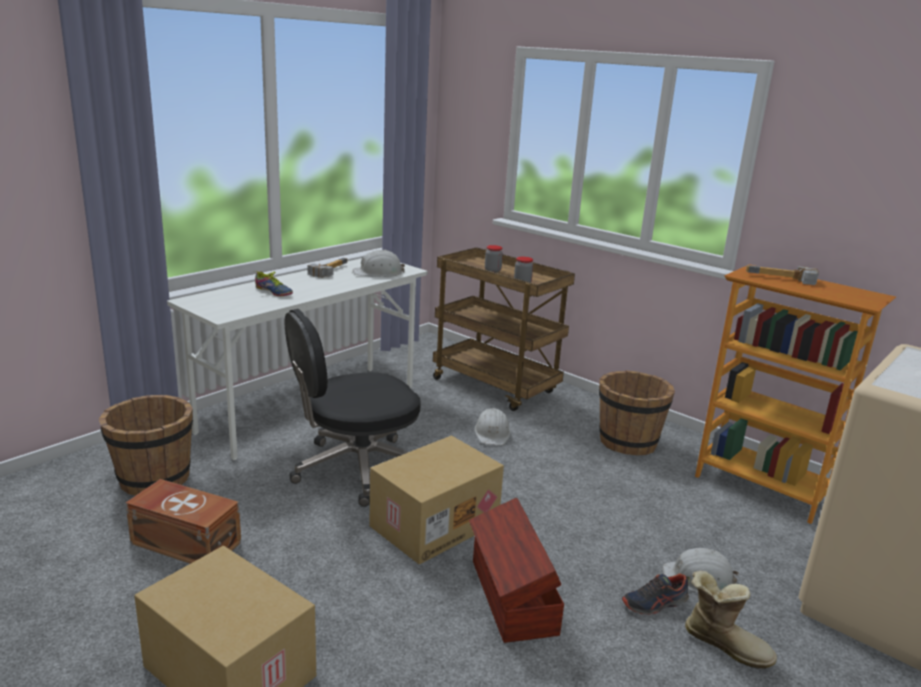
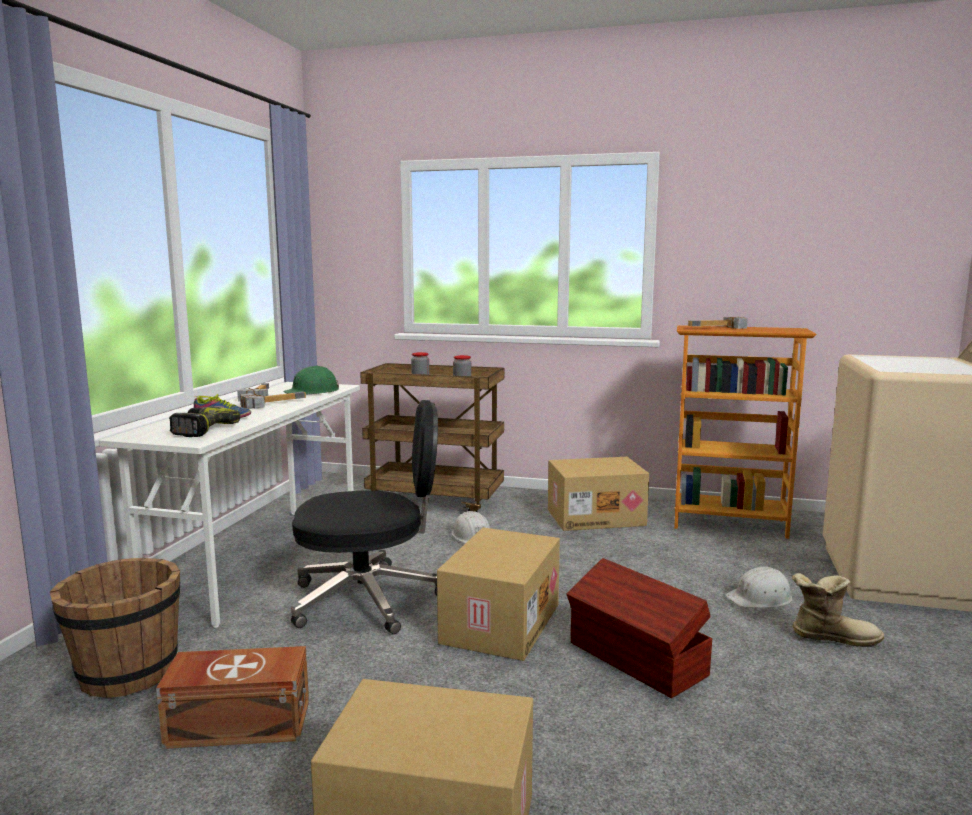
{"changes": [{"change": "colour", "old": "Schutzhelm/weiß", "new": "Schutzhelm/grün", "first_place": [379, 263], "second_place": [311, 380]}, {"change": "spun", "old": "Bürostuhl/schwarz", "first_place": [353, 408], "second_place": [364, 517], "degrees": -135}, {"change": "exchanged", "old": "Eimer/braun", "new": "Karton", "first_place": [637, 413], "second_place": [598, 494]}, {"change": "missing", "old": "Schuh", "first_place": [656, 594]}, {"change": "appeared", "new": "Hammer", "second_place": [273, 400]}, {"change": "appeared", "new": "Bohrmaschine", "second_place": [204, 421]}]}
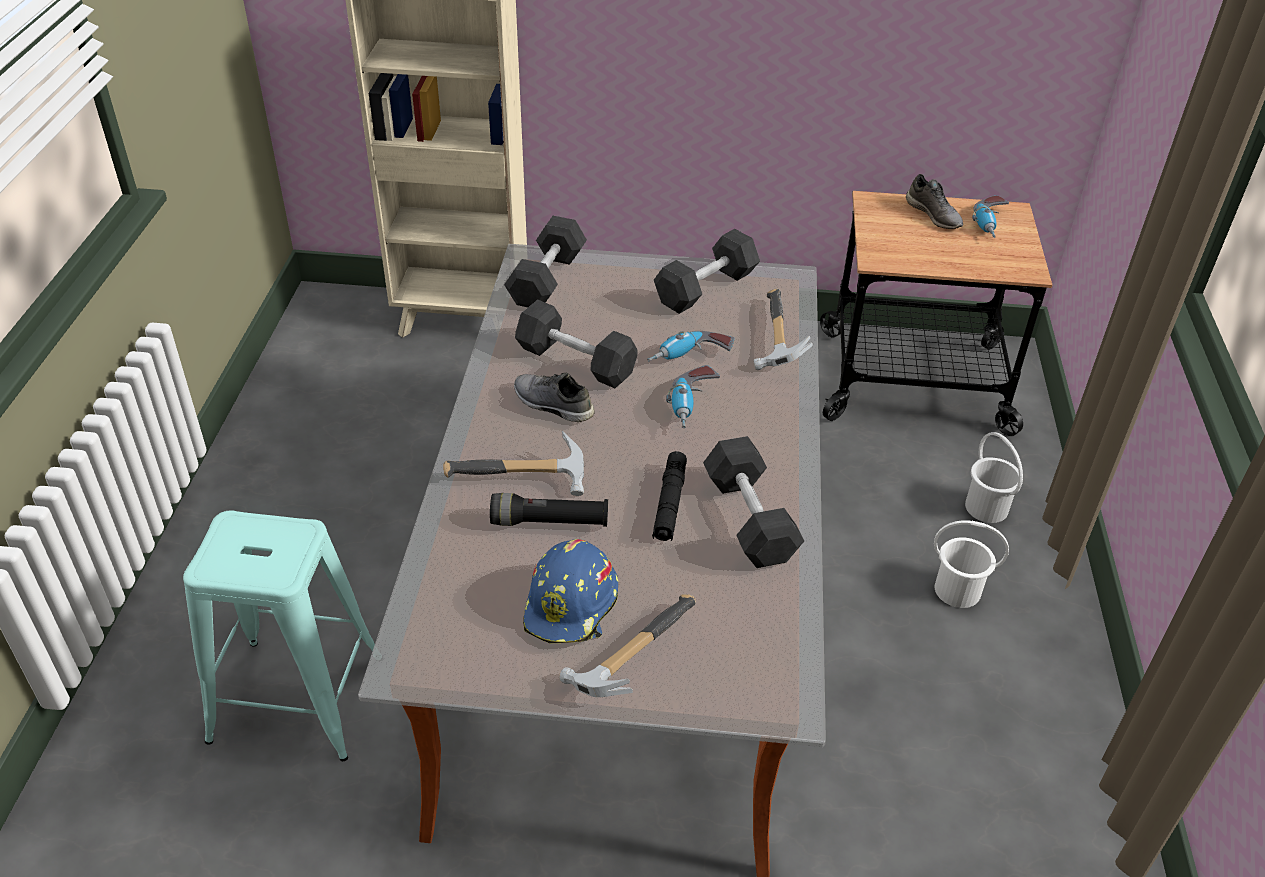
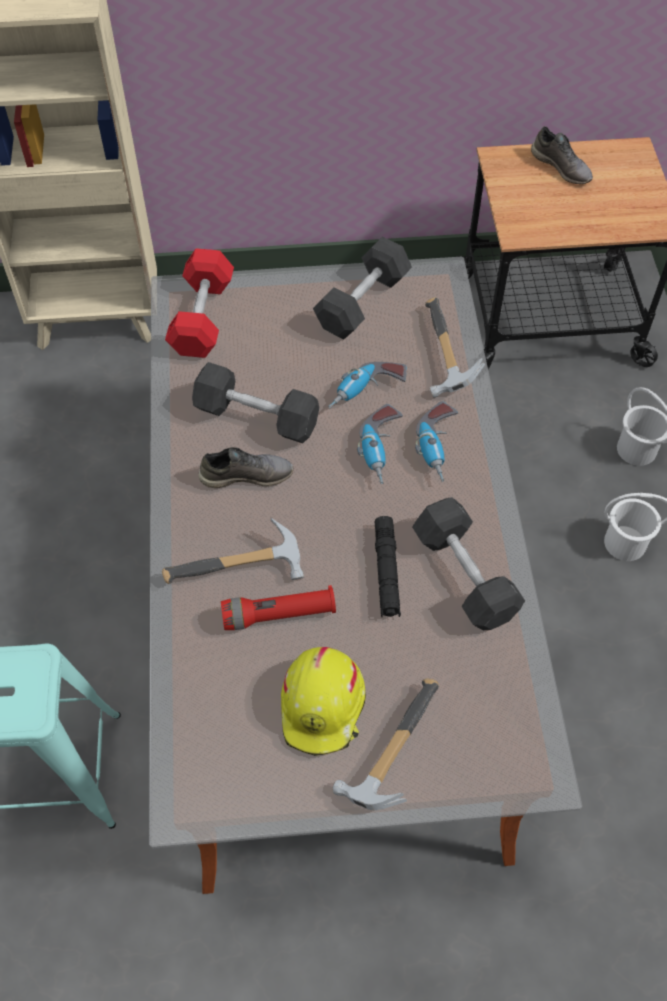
{"changes": [{"change": "relocated", "old": "Bohrmaschine", "first_place": [990, 216], "second_place": [436, 441]}, {"change": "colour", "old": "Hantel/grau", "new": "Hantel/rot", "first_place": [545, 261], "second_place": [199, 303]}, {"change": "spun", "old": "Schuh/grau", "first_place": [554, 397], "second_place": [245, 467], "degrees": 150}, {"change": "colour", "old": "Taschenlampe/schwarz", "new": "Taschenlampe/rot", "first_place": [549, 510], "second_place": [278, 607]}, {"change": "colour", "old": "Schutzhelm/blau", "new": "Schutzhelm/gelb", "first_place": [570, 591], "second_place": [323, 701]}]}
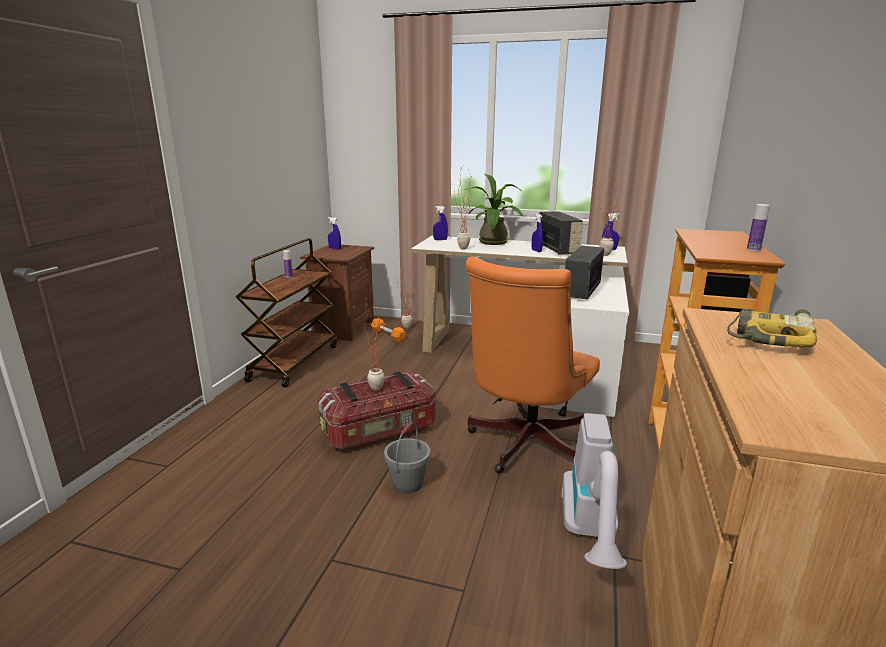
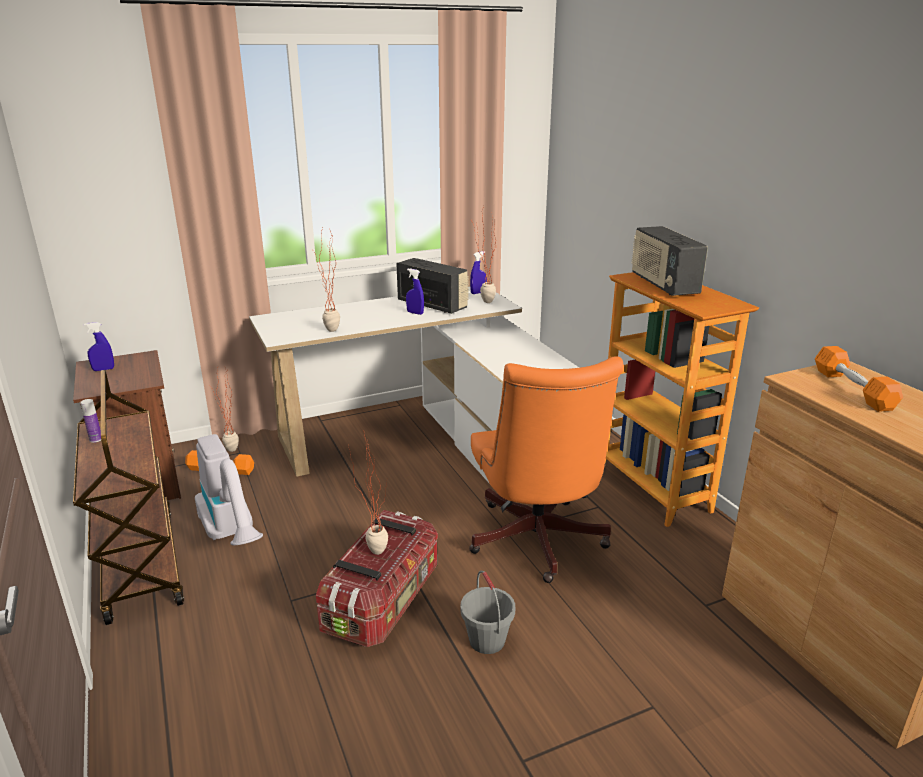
{"changes": [{"change": "missing", "old": "Topfpflanze", "first_place": [494, 209]}, {"change": "missing", "old": "Flasche", "first_place": [758, 227]}, {"change": "missing", "old": "Sprühflasche/blau", "first_place": [440, 223]}, {"change": "relocated", "old": "Radio", "first_place": [584, 273], "second_place": [669, 261]}, {"change": "exchanged", "old": "Bohrmaschine", "new": "Hantel/orange", "first_place": [772, 328], "second_place": [859, 379]}, {"change": "relocated", "old": "Staubsauger", "first_place": [594, 491], "second_place": [229, 489]}]}
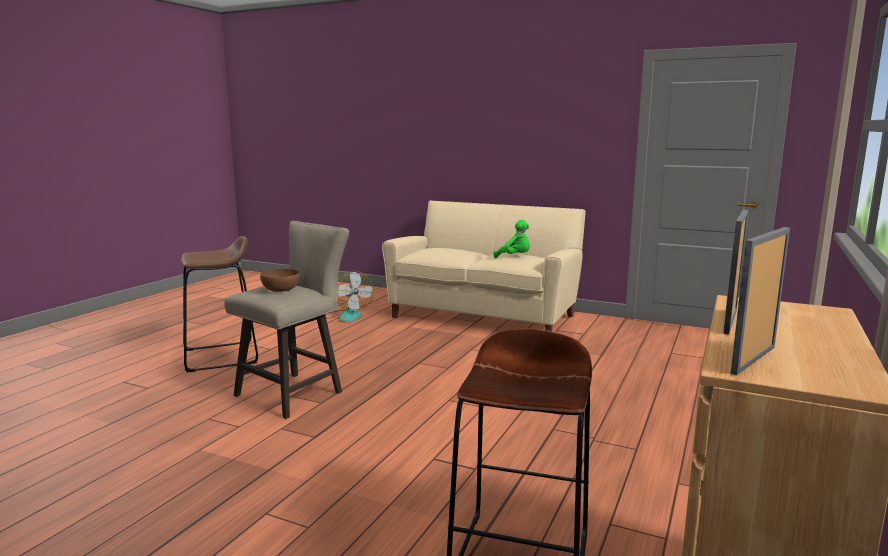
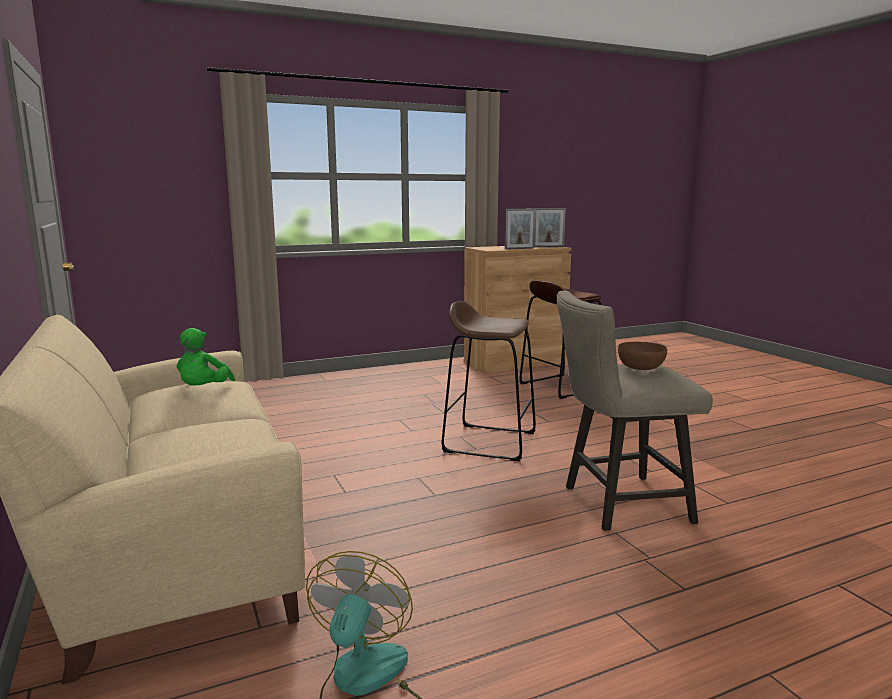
{"changes": [{"change": "spun", "old": "Plüschtier/grün", "first_place": [512, 239], "second_place": [206, 357], "degrees": -150}, {"change": "relocated", "old": "Hocker/braun", "first_place": [219, 304], "second_place": [489, 381]}]}
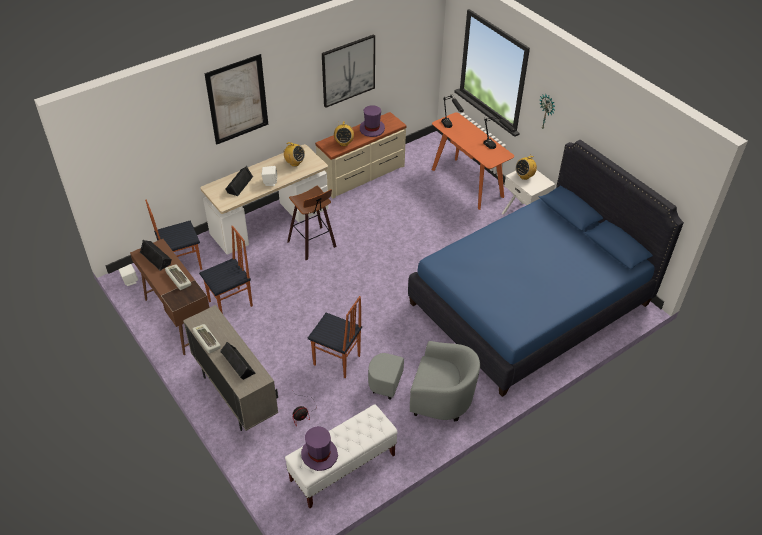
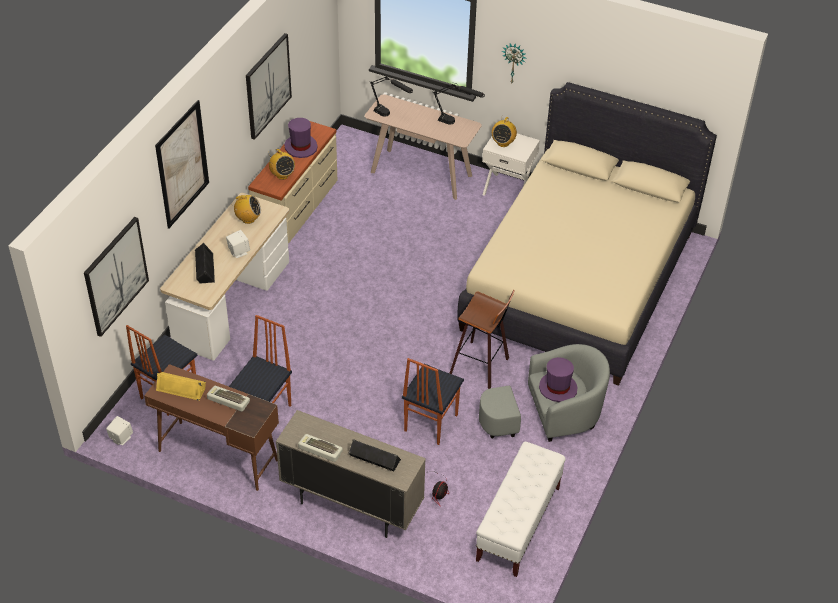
{"changes": [{"change": "colour", "old": "Konsolentisch/orange", "new": "Konsolentisch/beige", "first_place": [473, 161], "second_place": [423, 147]}, {"change": "colour", "old": "Bett/blau", "new": "Bett/beige", "first_place": [546, 268], "second_place": [587, 234]}, {"change": "relocated", "old": "Hocker", "first_place": [312, 222], "second_place": [482, 339]}, {"change": "colour", "old": "Lautsprecher/schwarz", "new": "Lautsprecher/gelb", "first_place": [156, 255], "second_place": [181, 386]}, {"change": "spun", "old": "Stuhl", "first_place": [335, 337], "second_place": [433, 401], "degrees": 120}, {"change": "relocated", "old": "Hut/lila", "first_place": [319, 448], "second_place": [558, 379]}, {"change": "appeared", "new": "Bild", "second_place": [116, 277]}]}
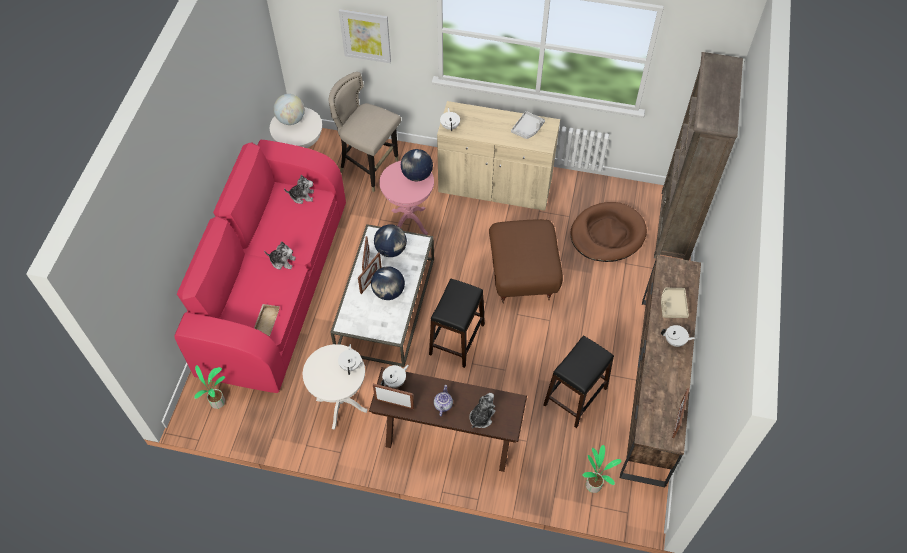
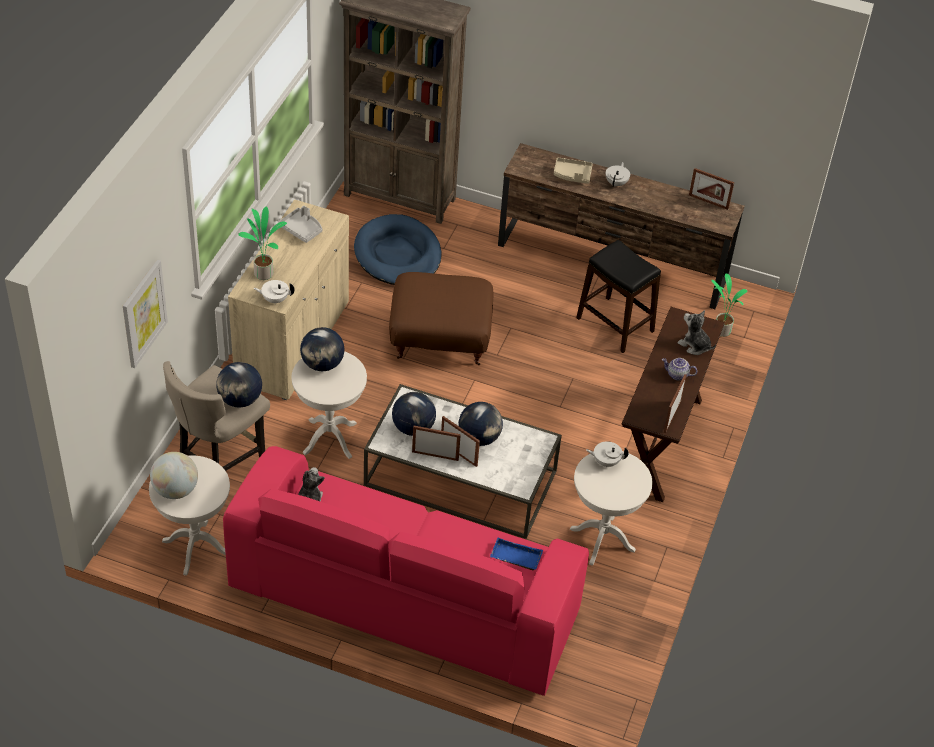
{"changes": [{"change": "colour", "old": "Beistelltisch/rosa", "new": "Beistelltisch/weiß", "first_place": [406, 198], "second_place": [329, 405]}, {"change": "colour", "old": "Hundebett/braun", "new": "Hundebett/blau", "first_place": [608, 232], "second_place": [398, 249]}, {"change": "missing", "old": "Plüschtier", "first_place": [280, 255]}, {"change": "missing", "old": "Hocker/schwarz", "first_place": [457, 323]}, {"change": "colour", "old": "Tablett/beige", "new": "Tablett/blau", "first_place": [267, 320], "second_place": [516, 554]}, {"change": "relocated", "old": "Topfpflanze", "first_place": [209, 387], "second_place": [262, 243]}, {"change": "missing", "old": "Teekanne/weiß", "first_place": [395, 376]}, {"change": "appeared", "new": "Globus", "second_place": [239, 385]}]}
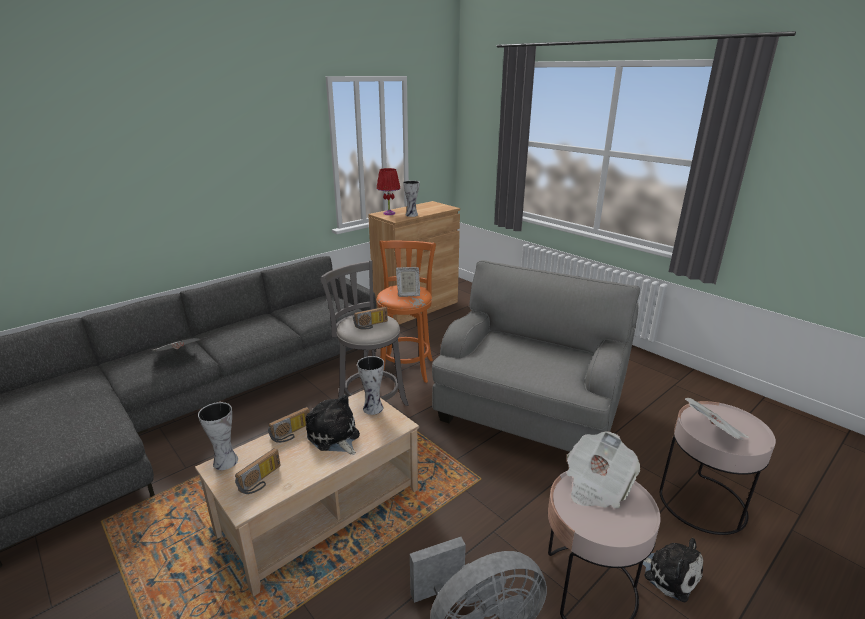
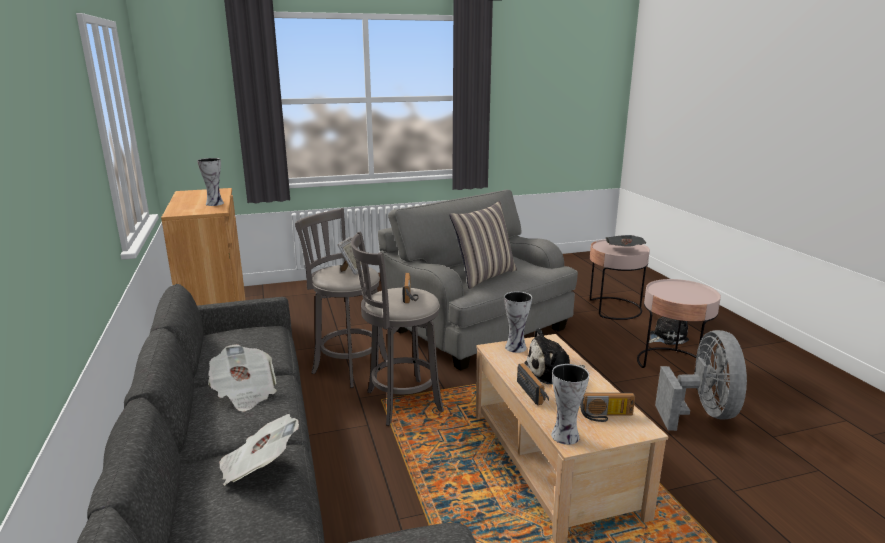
{"changes": [{"change": "missing", "old": "Tischlampe/rot", "first_place": [388, 191]}, {"change": "colour", "old": "Hocker/orange", "new": "Hocker/grau", "first_place": [406, 311], "second_place": [341, 298]}, {"change": "relocated", "old": "Zeitung", "first_place": [603, 470], "second_place": [242, 378]}, {"change": "spun", "old": "Radio", "first_place": [257, 471], "second_place": [607, 407], "degrees": 120}, {"change": "appeared", "new": "Kissen", "second_place": [483, 245]}]}
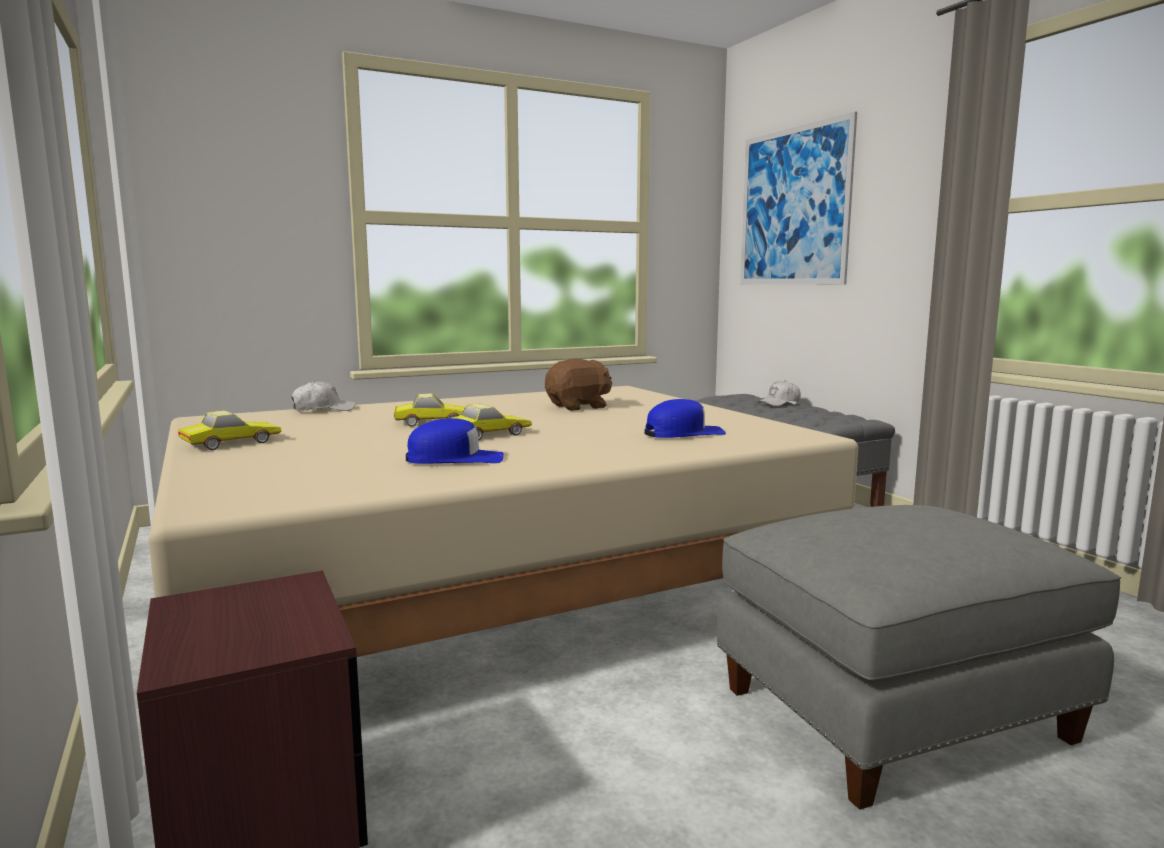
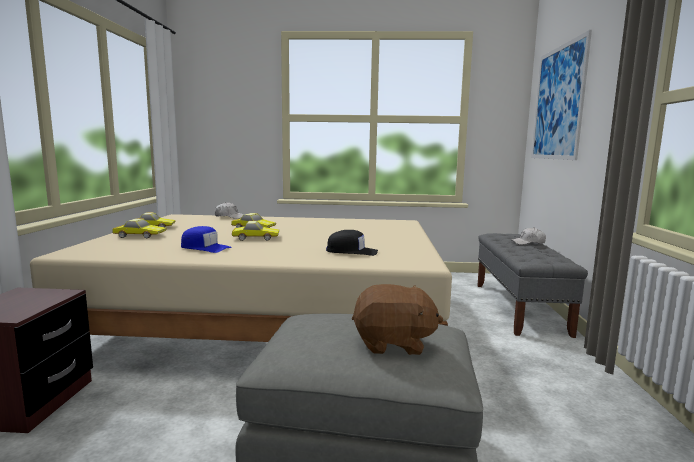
{"changes": [{"change": "relocated", "old": "Plüschtier/braun", "first_place": [578, 385], "second_place": [397, 319]}, {"change": "colour", "old": "Kappe/blau", "new": "Kappe/schwarz", "first_place": [685, 418], "second_place": [352, 243]}, {"change": "appeared", "new": "Spielzeugauto", "second_place": [139, 228]}]}
